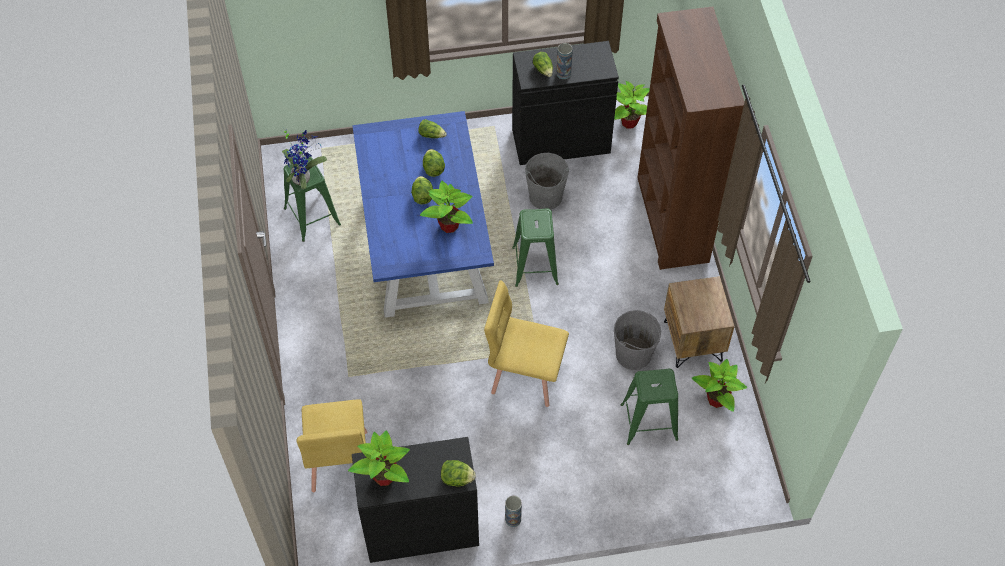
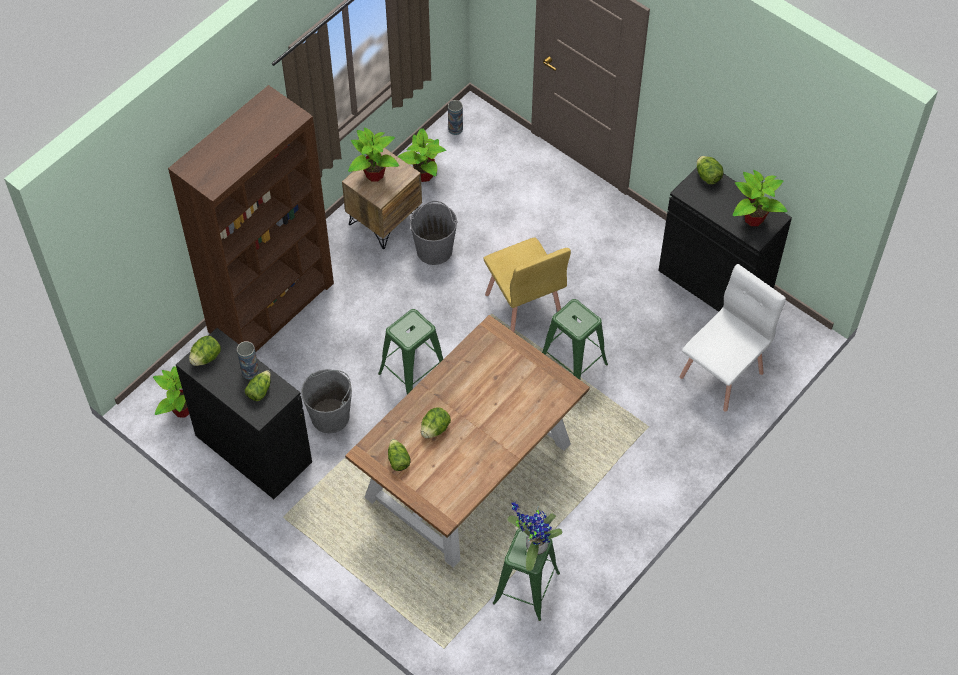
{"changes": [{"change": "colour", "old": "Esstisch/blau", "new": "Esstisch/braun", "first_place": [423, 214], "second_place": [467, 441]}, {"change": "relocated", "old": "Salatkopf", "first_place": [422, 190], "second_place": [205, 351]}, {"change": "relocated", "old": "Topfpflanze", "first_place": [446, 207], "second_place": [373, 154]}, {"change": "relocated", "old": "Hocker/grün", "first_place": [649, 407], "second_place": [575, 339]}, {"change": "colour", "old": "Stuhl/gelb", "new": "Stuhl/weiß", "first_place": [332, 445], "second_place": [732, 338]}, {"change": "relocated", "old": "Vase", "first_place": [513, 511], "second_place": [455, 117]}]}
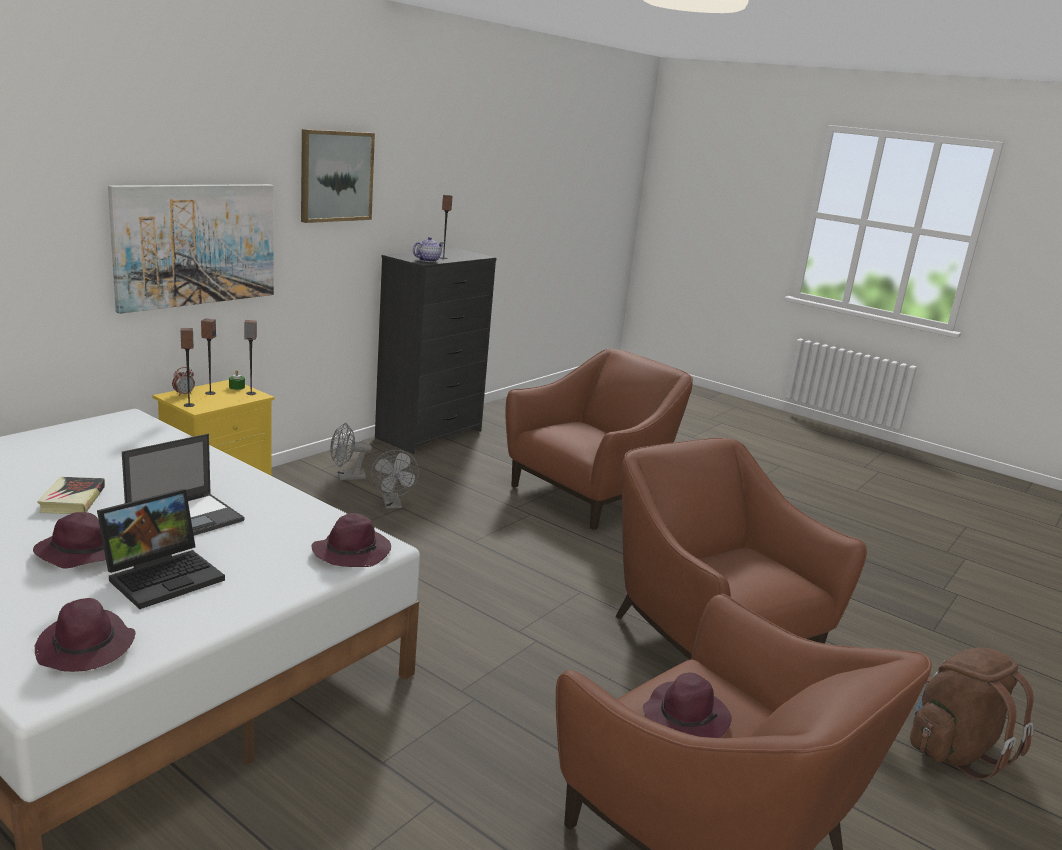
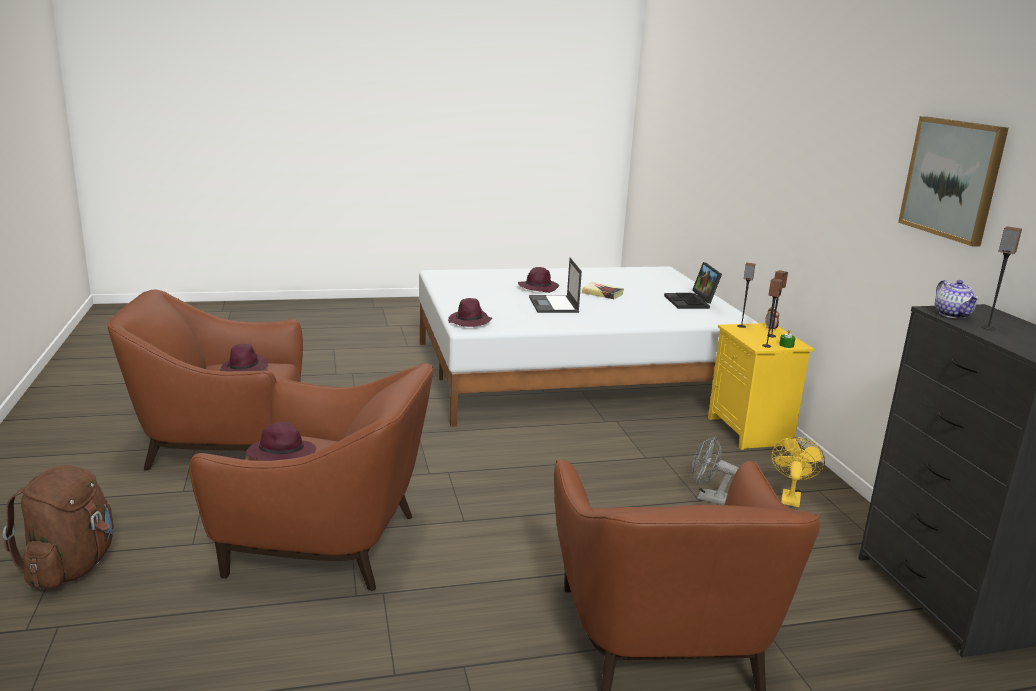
{"changes": [{"change": "missing", "old": "Bild", "first_place": [191, 249]}, {"change": "colour", "old": "Ventilator/grau", "new": "Ventilator/gelb", "first_place": [351, 451], "second_place": [798, 472]}, {"change": "relocated", "old": "Laptop", "first_place": [161, 549], "second_place": [693, 285]}, {"change": "relocated", "old": "Hut/lila", "first_place": [85, 635], "second_place": [281, 441]}]}
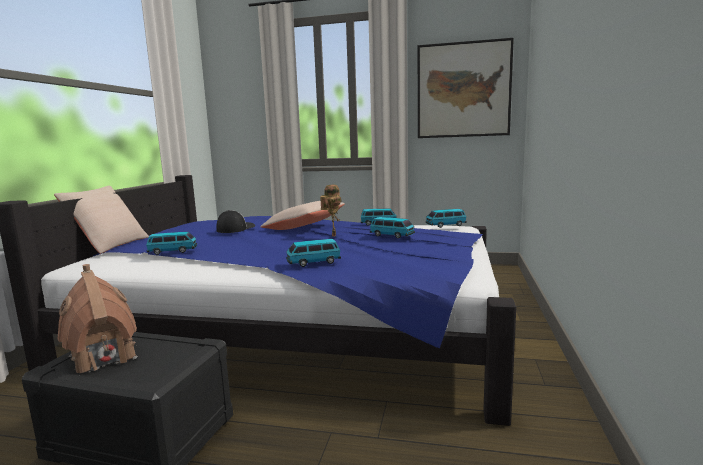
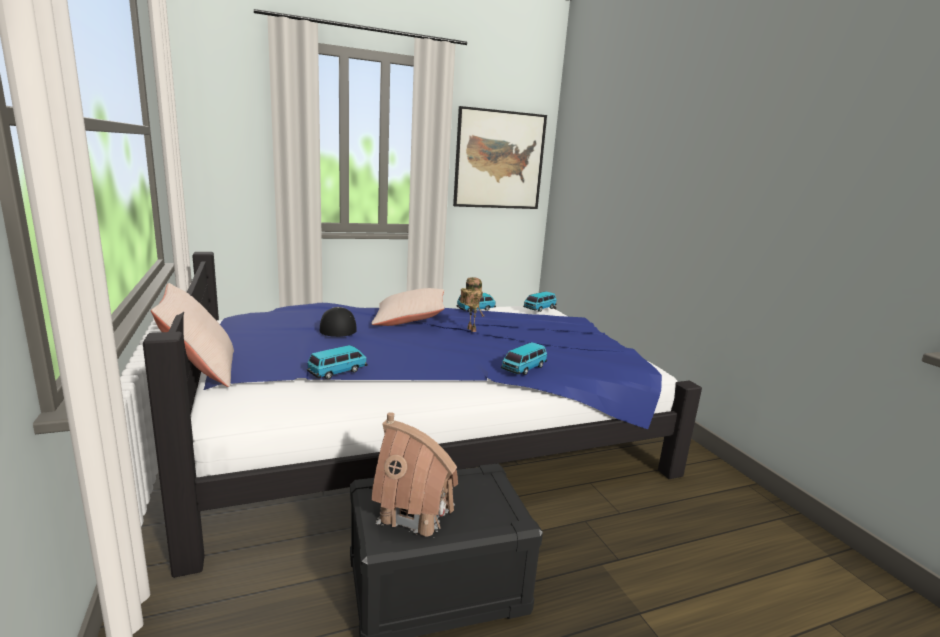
{"changes": [{"change": "missing", "old": "Spielzeugauto", "first_place": [392, 227]}]}
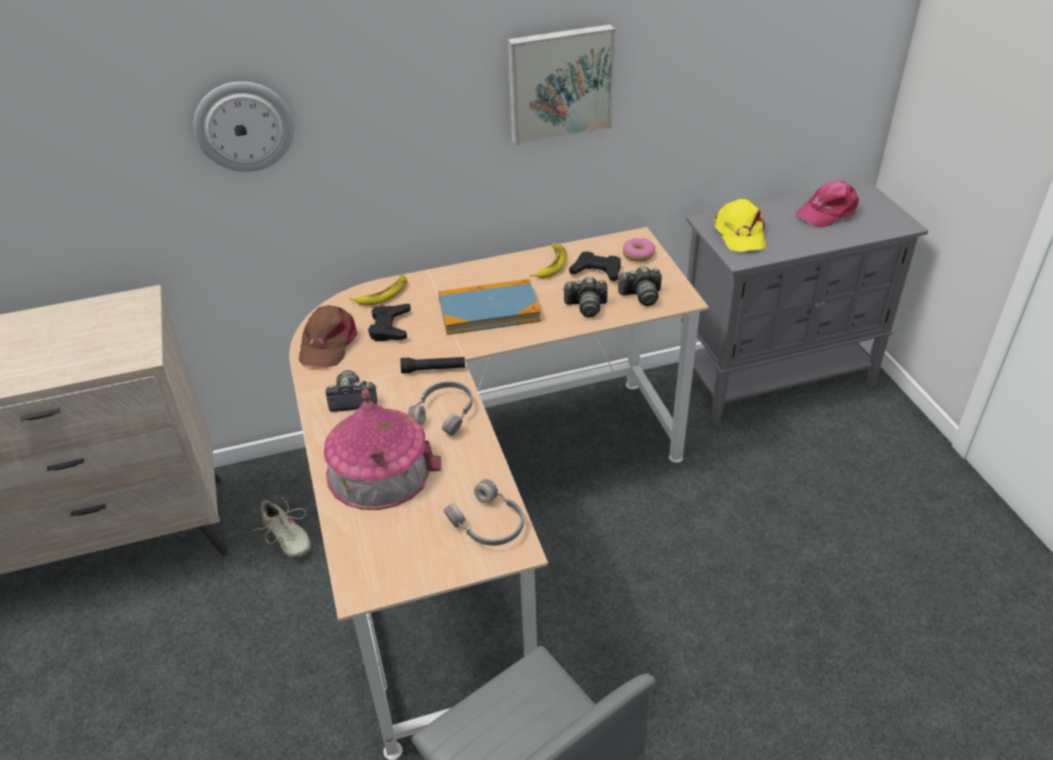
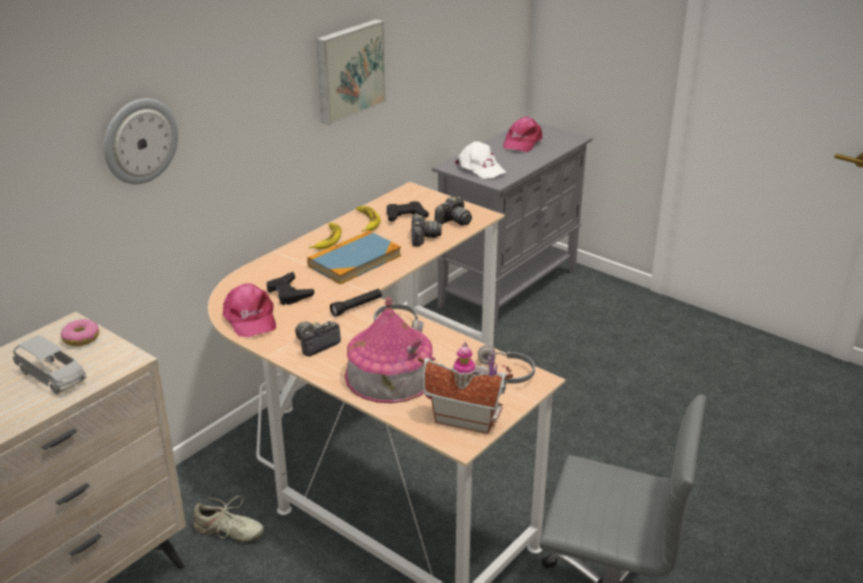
{"changes": [{"change": "colour", "old": "Kappe/gelb", "new": "Kappe/weiß", "first_place": [740, 225], "second_place": [480, 160]}, {"change": "relocated", "old": "Donut", "first_place": [639, 250], "second_place": [80, 332]}, {"change": "relocated", "old": "Banane", "first_place": [378, 289], "second_place": [325, 236]}, {"change": "spun", "old": "Kamera", "first_place": [585, 297], "second_place": [426, 229], "degrees": -60}, {"change": "colour", "old": "Kappe/braun", "new": "Kappe/rosa", "first_place": [328, 336], "second_place": [249, 310]}, {"change": "appeared", "new": "Spielzeugauto/grau", "second_place": [49, 364]}, {"change": "appeared", "new": "Spielzeughaus", "second_place": [465, 388]}]}
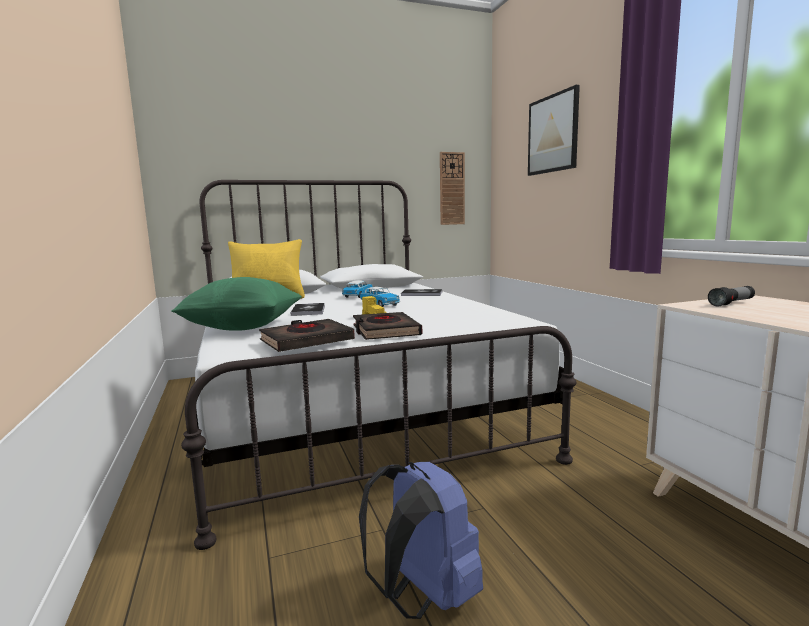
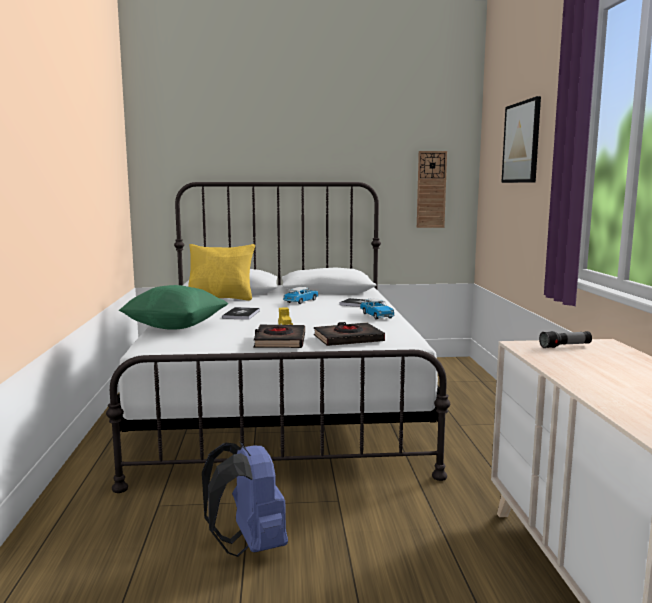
{"changes": [{"change": "relocated", "old": "Spielzeugauto", "first_place": [380, 297], "second_place": [377, 309]}, {"change": "relocated", "old": "Buch/schwarz", "first_place": [307, 335], "second_place": [349, 334]}]}
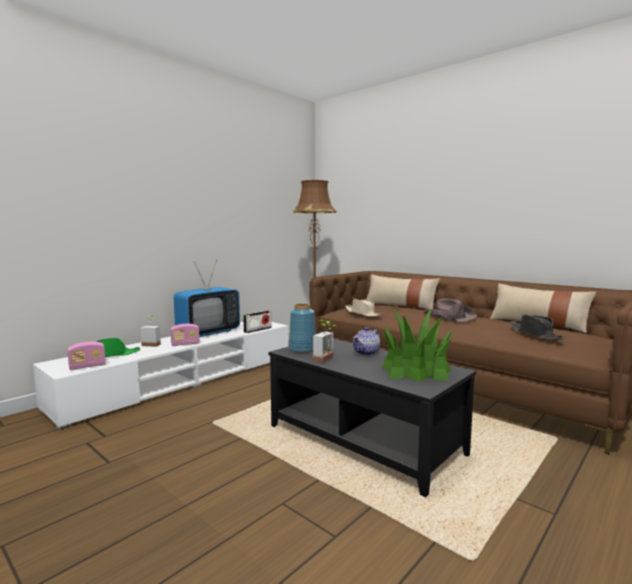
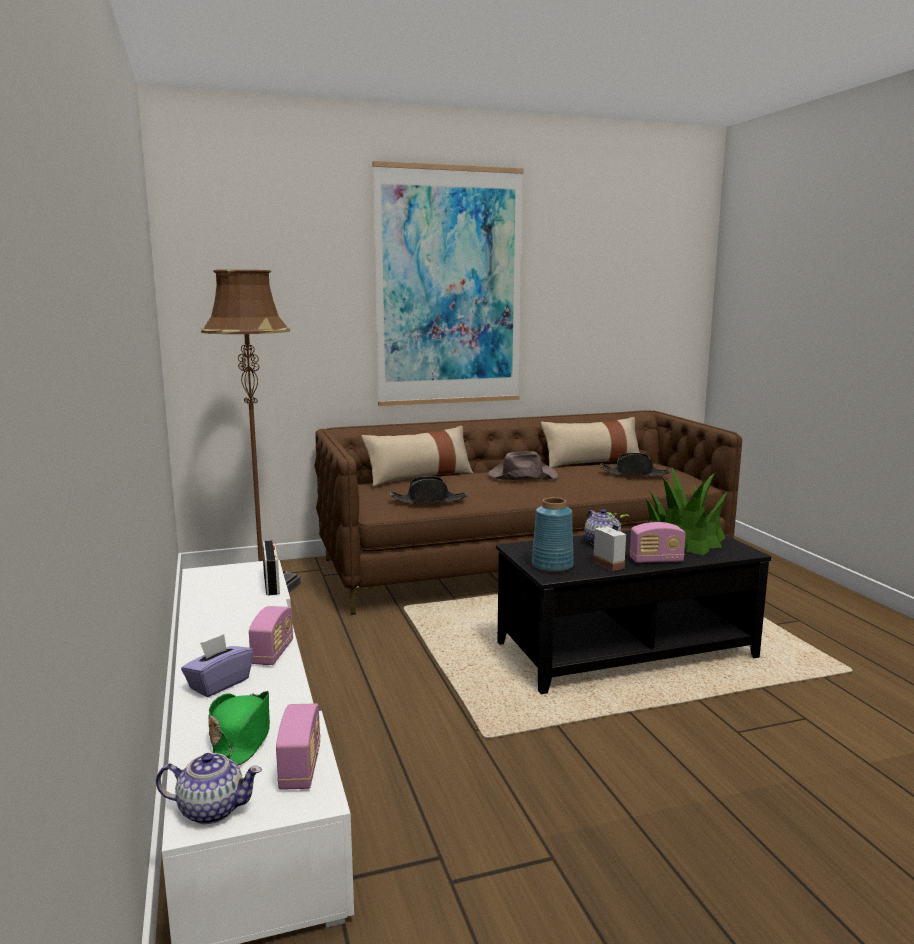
{"changes": [{"change": "missing", "old": "Fernseher", "first_place": [207, 298]}, {"change": "colour", "old": "Hut/beige", "new": "Hut/schwarz", "first_place": [363, 308], "second_place": [428, 489]}, {"change": "exchanged", "old": "Topfpflanze", "new": "Taschentuchbox/lila", "first_place": [150, 331], "second_place": [217, 665]}, {"change": "appeared", "new": "Bild", "second_place": [448, 283]}, {"change": "appeared", "new": "Radio", "second_place": [658, 542]}, {"change": "appeared", "new": "Teekanne", "second_place": [209, 788]}]}
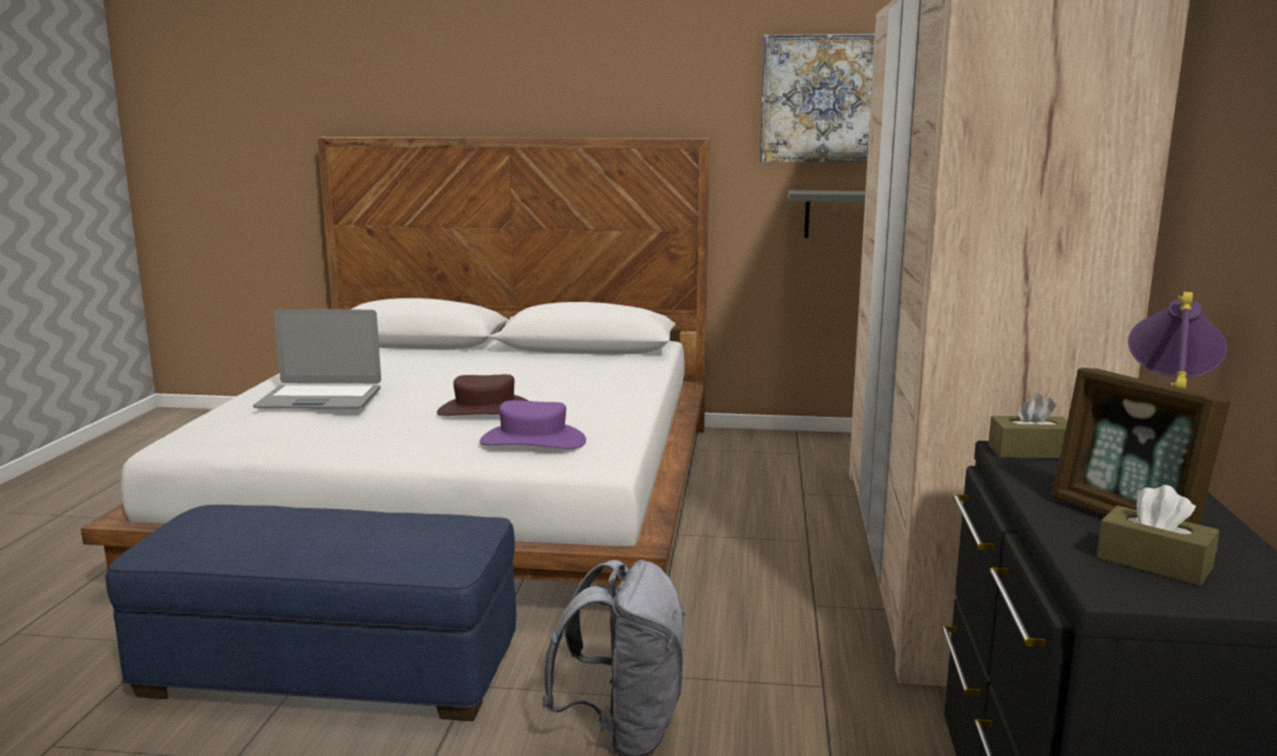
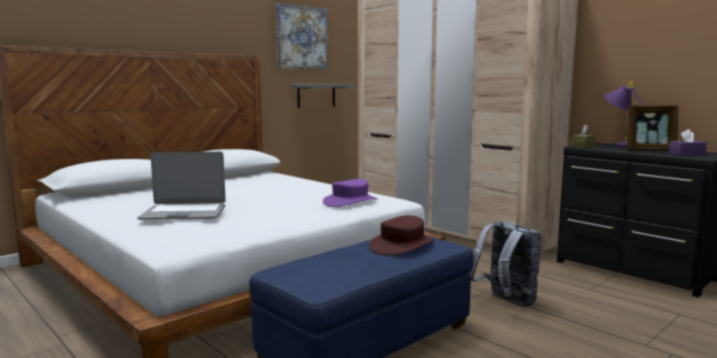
{"changes": [{"change": "spun", "old": "Laptop", "first_place": [317, 359], "second_place": [181, 186], "degrees": 45}, {"change": "relocated", "old": "Hut/braun", "first_place": [482, 395], "second_place": [401, 235]}, {"change": "colour", "old": "Taschentuchbox/braun", "new": "Taschentuchbox/lila", "first_place": [1158, 535], "second_place": [688, 142]}]}
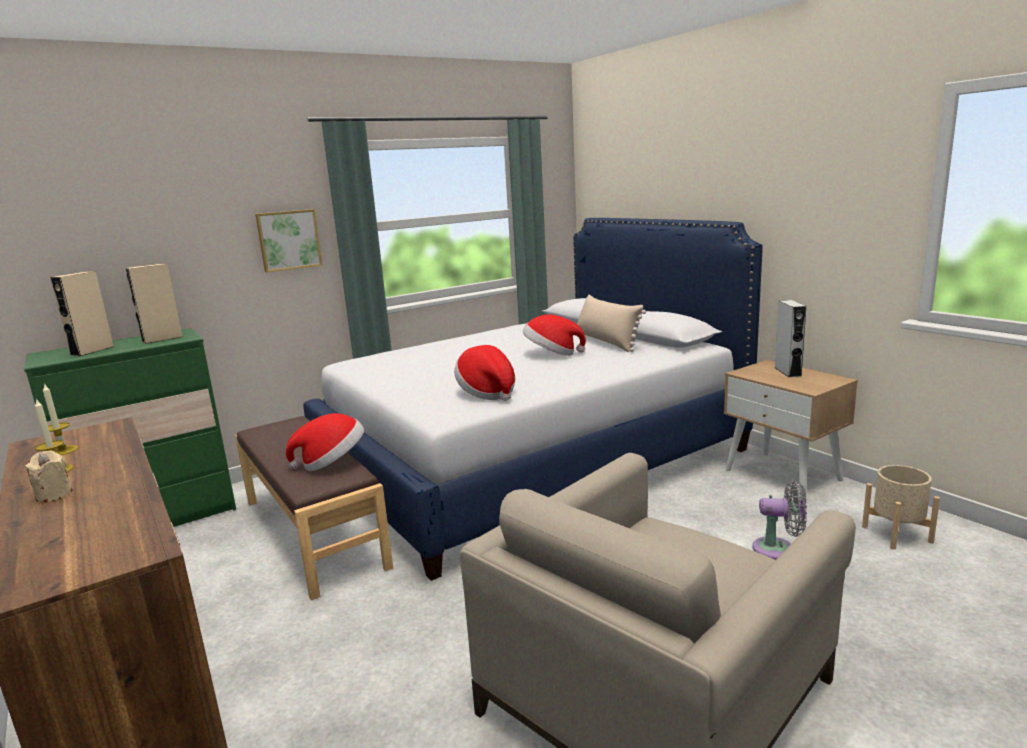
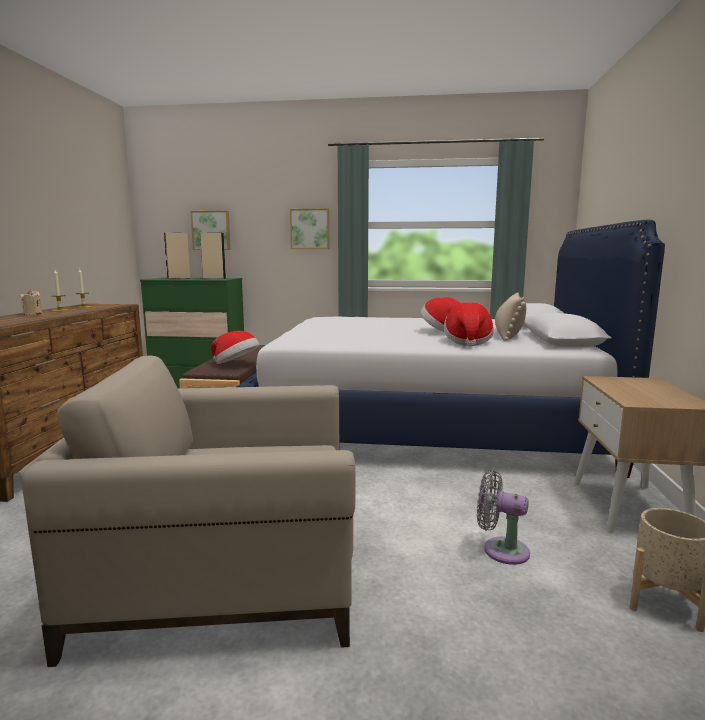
{"changes": [{"change": "missing", "old": "Lautsprecher/grau", "first_place": [790, 338]}, {"change": "relocated", "old": "Hut", "first_place": [485, 373], "second_place": [469, 325]}, {"change": "spun", "old": "Ventilator/grau", "first_place": [779, 520], "second_place": [503, 517], "degrees": 150}, {"change": "appeared", "new": "Bild", "second_place": [210, 230]}]}
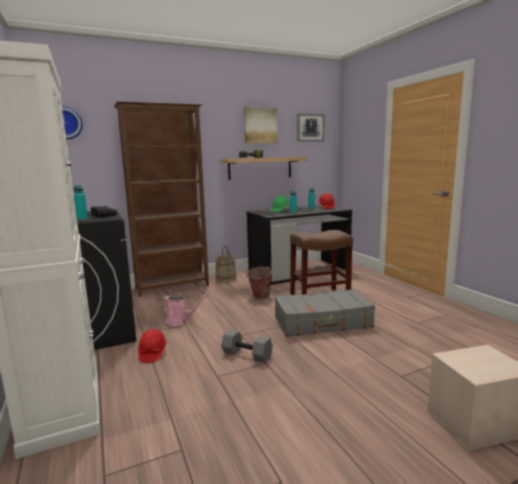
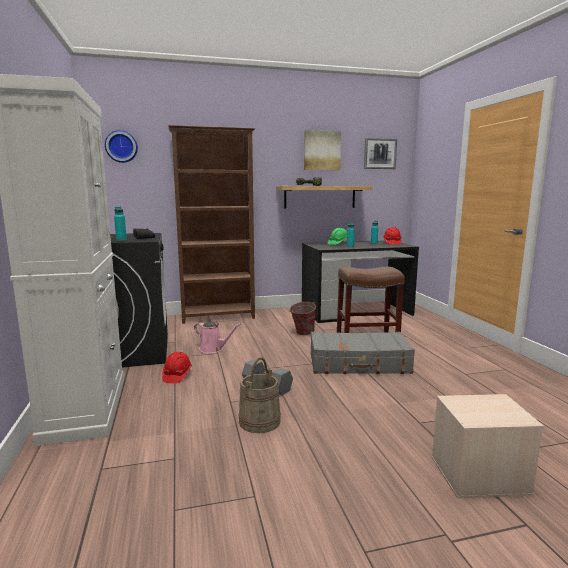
{"changes": [{"change": "relocated", "old": "Eimer/beige", "first_place": [226, 263], "second_place": [259, 395]}]}
